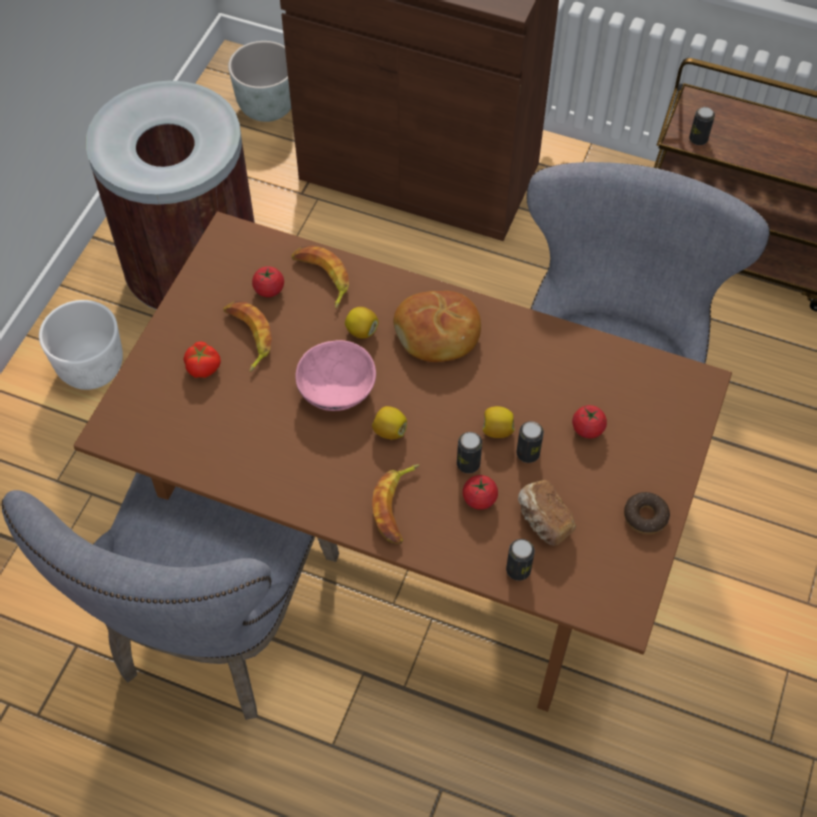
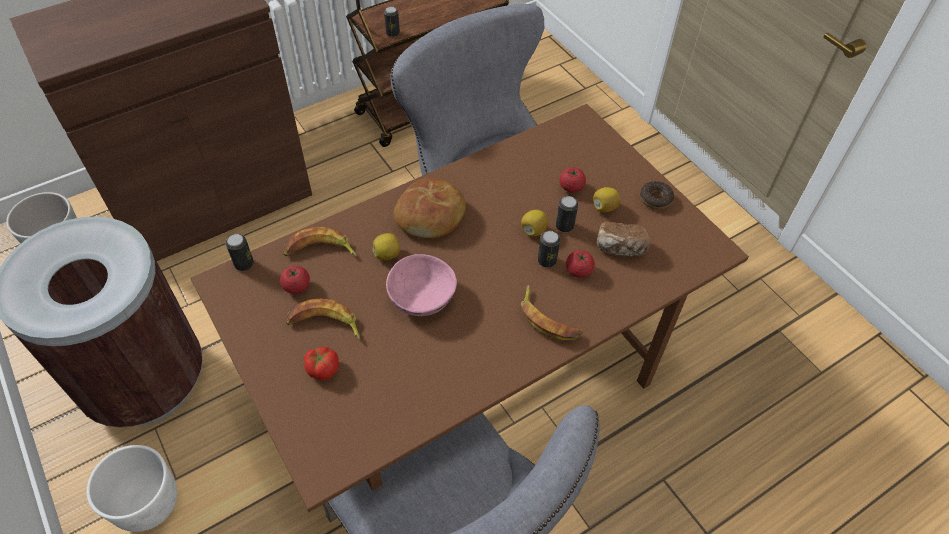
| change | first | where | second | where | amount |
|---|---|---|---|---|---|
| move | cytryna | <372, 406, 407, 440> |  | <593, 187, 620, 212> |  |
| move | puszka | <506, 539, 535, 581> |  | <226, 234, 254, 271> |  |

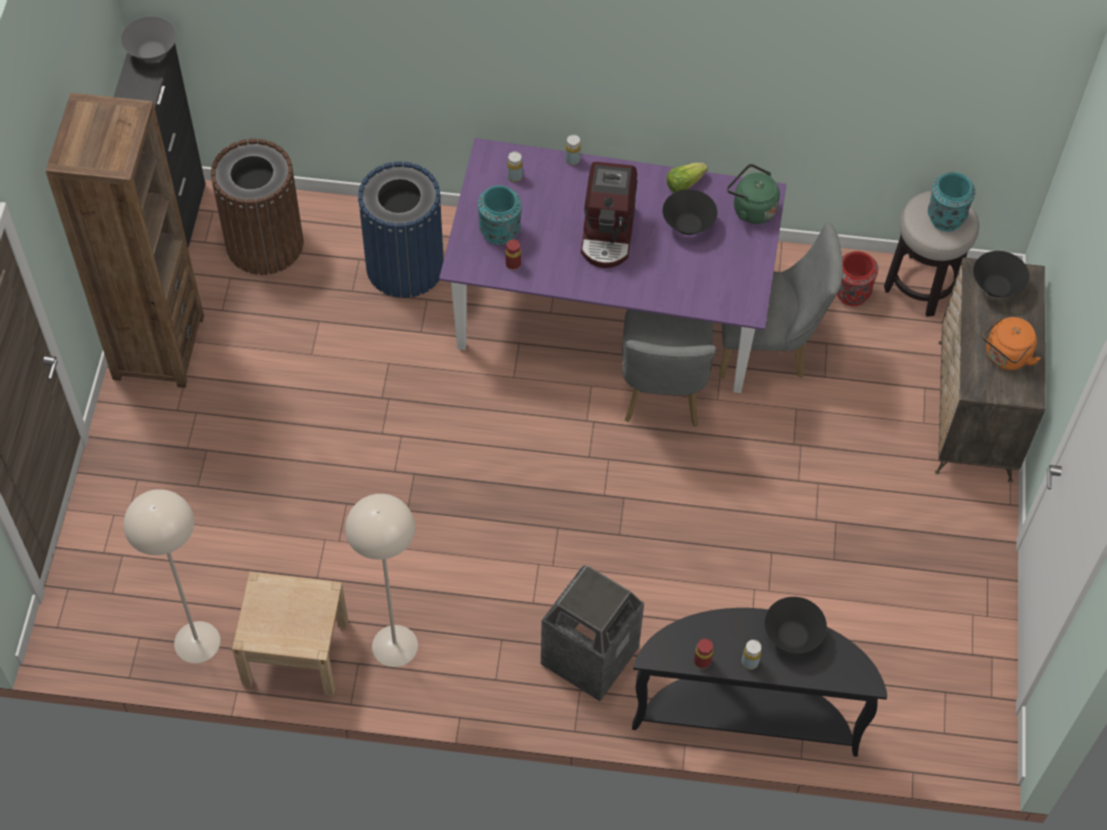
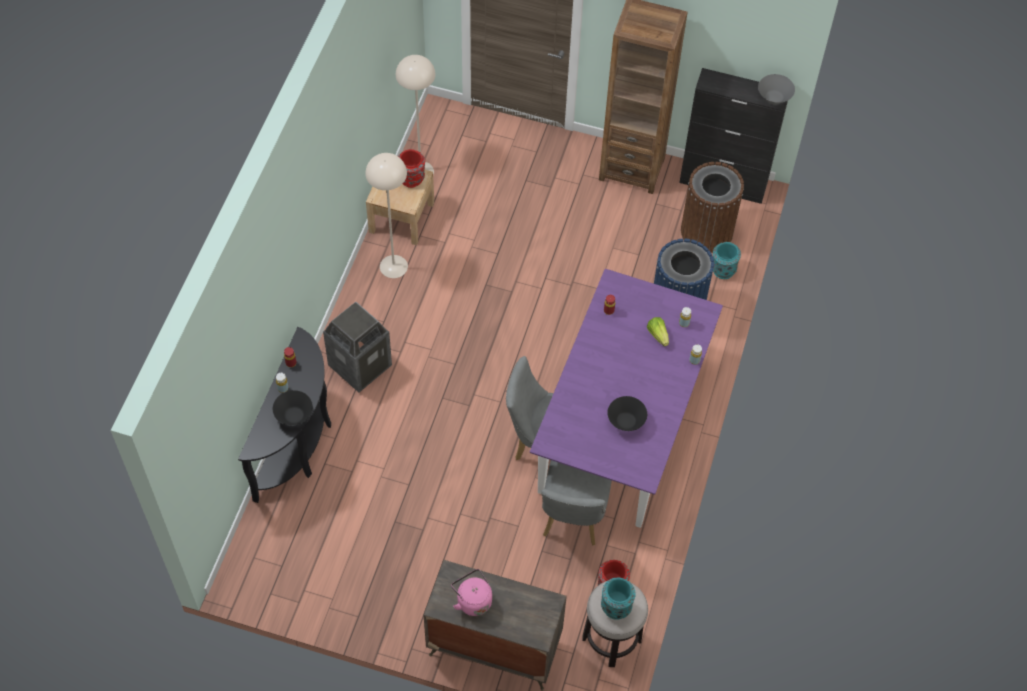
| change | first | where | second | where | amount |
|---|---|---|---|---|---|
| delete | ekspres do kawy | <581, 162, 637, 268> |  |  |  |
| delete | czajnik [zielony] | <727, 164, 780, 224> |  |  |  |
| delete | miska [czarny] | <973, 251, 1029, 298> |  |  |  |
| insert |  |  | wazon [czerwony] | <398, 149, 425, 188> |  |
| move | wazon [turkusowy] | <478, 185, 522, 245> |  | <713, 242, 741, 279> |  |
| move | sałata | <667, 163, 708, 193> |  | <647, 317, 669, 346> |  |
| recolor | czajnik [pomarańczowy] | <982, 317, 1041, 370> | czajnik [różowy] | <451, 569, 492, 616> |  |

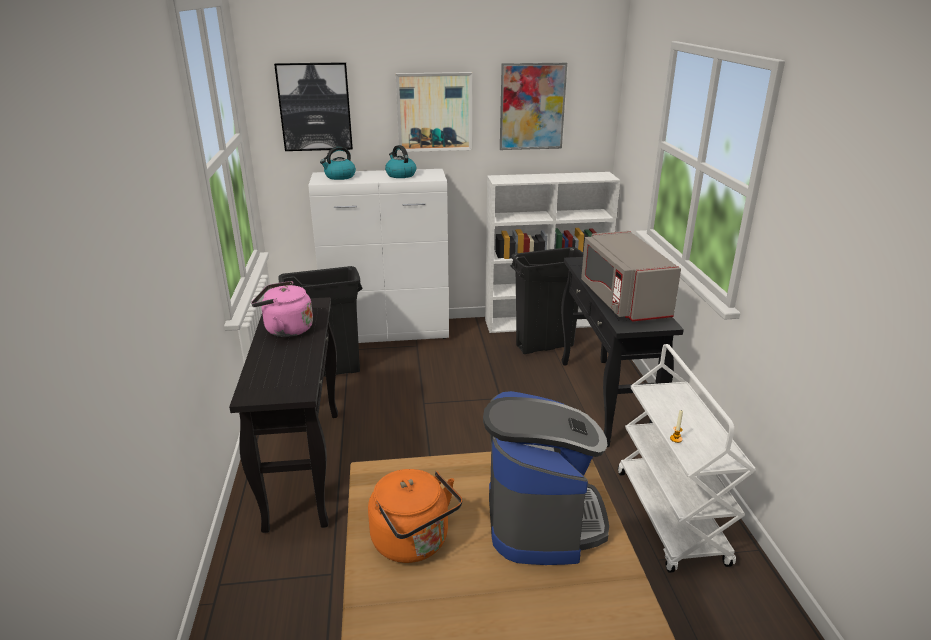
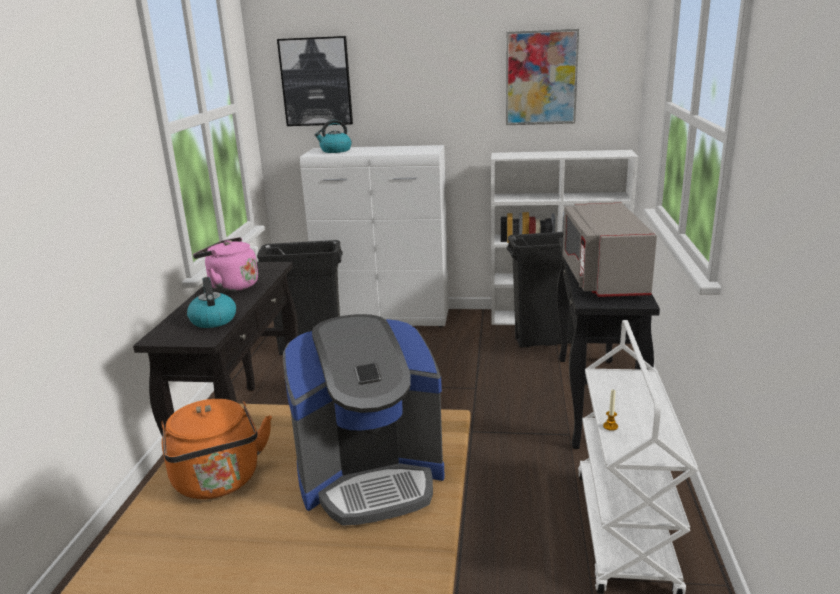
| change | first | where | second | where | amount |
|---|---|---|---|---|---|
| delete | obraz | <395, 72, 472, 152> |  |  |  |
| move | czajnik | <385, 145, 416, 178> |  | <187, 277, 236, 328> |  |
| rotate | ekspres do kawy | <483, 391, 609, 565> |  | <283, 314, 445, 526> | 60 degrees clockwise |

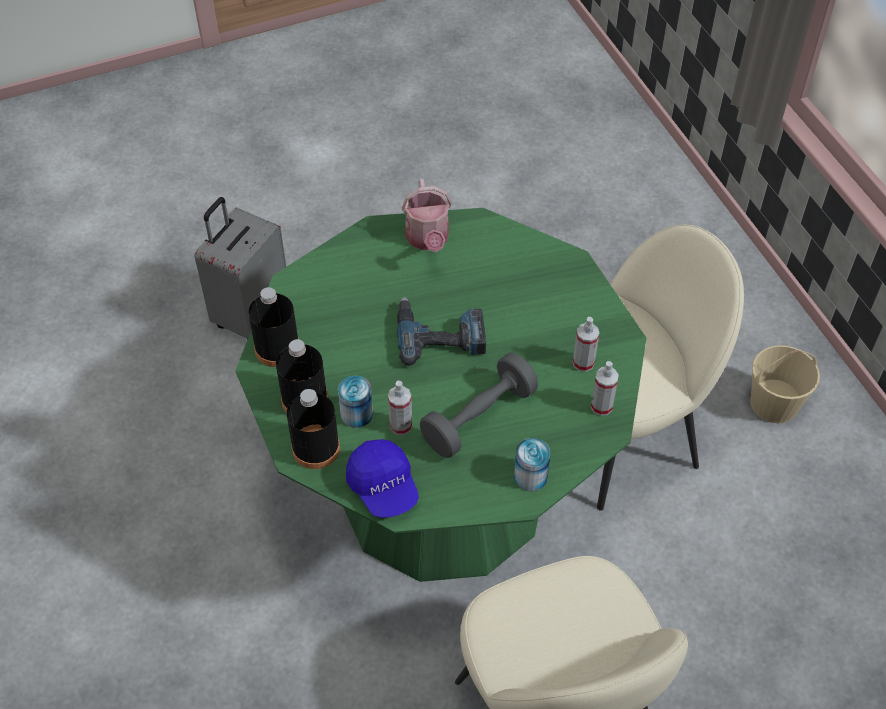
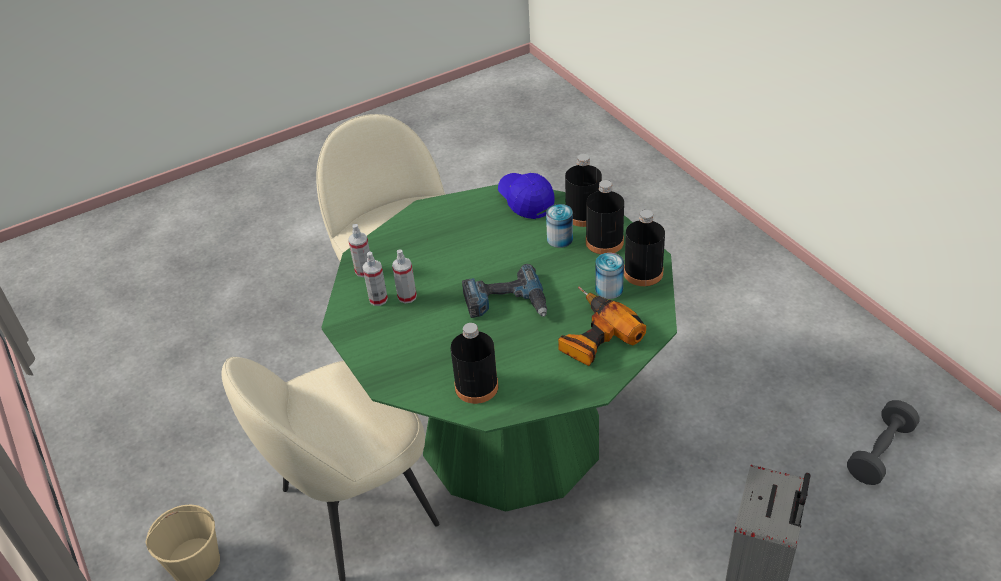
| change | first | where | second | where | amount |
|---|---|---|---|---|---|
| delete | konewka | <402, 179, 452, 252> |  |  |  |
| insert |  |  | butelka [czarny] | <450, 323, 498, 404> |  |
| insert |  |  | wiertarka | <558, 286, 646, 366> |  |
| move | spryskiwacz | <388, 381, 412, 435> |  | <392, 249, 417, 304> |  |
| move | hantel [szary] | <420, 353, 538, 458> |  | <847, 400, 920, 485> |  |
| move | puszka | <514, 438, 551, 491> |  | <595, 253, 624, 299> |  |

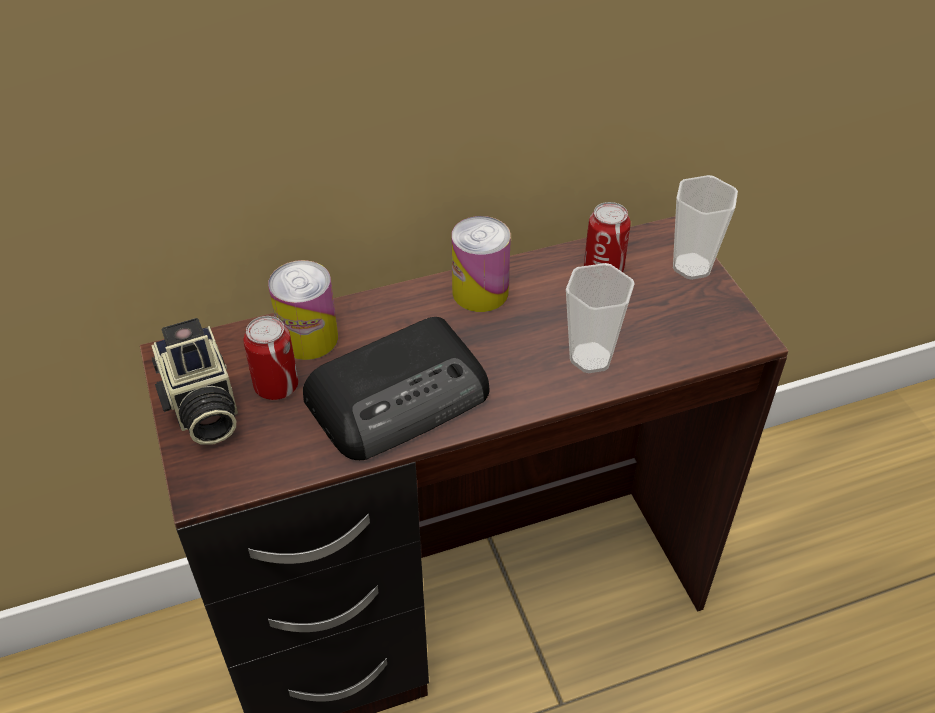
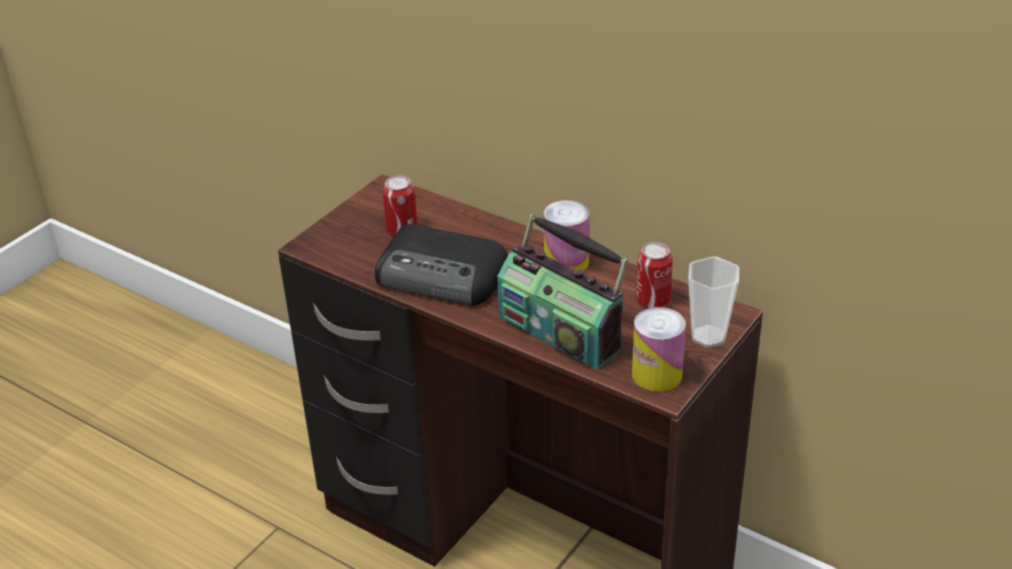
| change | first | where | second | where | amount |
|---|---|---|---|---|---|
| delete | aparat fotograficzny | <151, 318, 238, 444> |  |  |  |
| move | puszka | <268, 260, 338, 360> |  | <632, 307, 686, 392> |  |
| replace | filiżanka | <566, 263, 635, 373> | radio | <497, 214, 628, 370> |  |

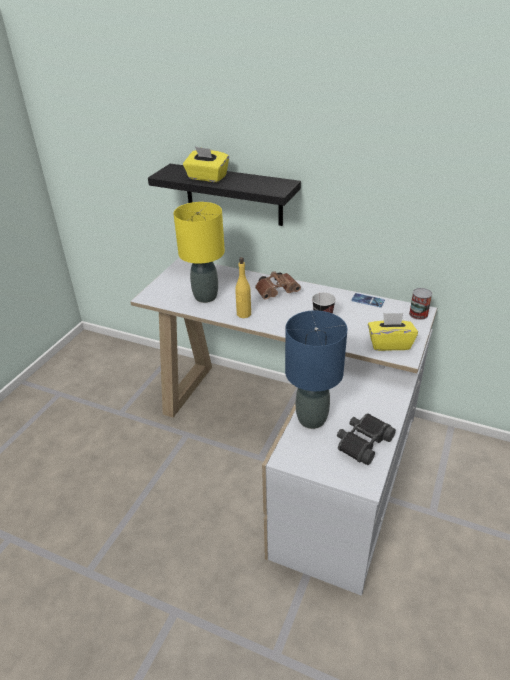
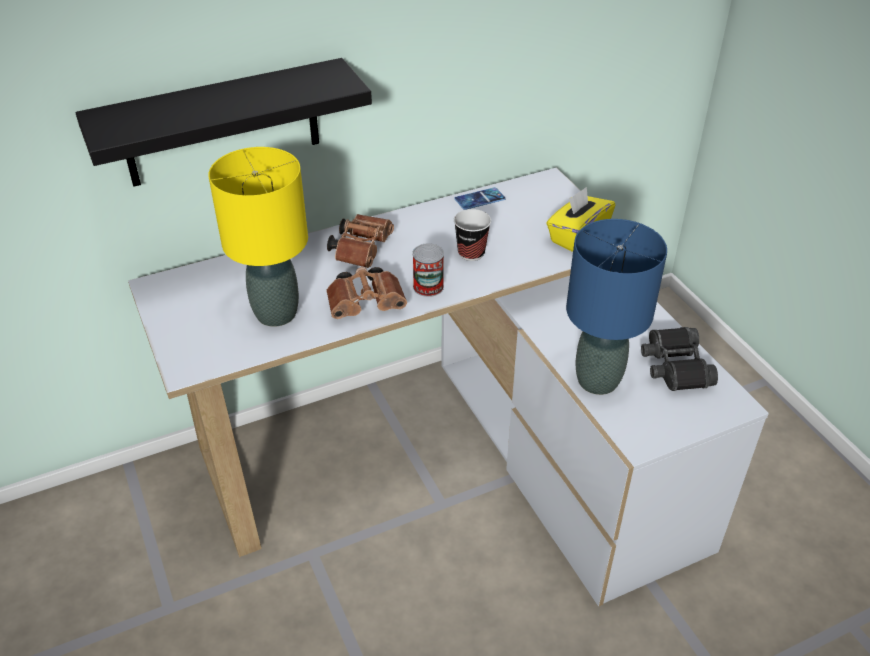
| change | first | where | second | where | amount |
|---|---|---|---|---|---|
| delete | pudełko chusteczek [żółty] | <183, 147, 229, 182> |  |  |  |
| move | puszka | <409, 288, 432, 320> |  | <412, 243, 444, 297> |  |
| replace | butelka [żółty] | <235, 257, 251, 318> | lornetka [brązowy] | <326, 267, 407, 319> |  |

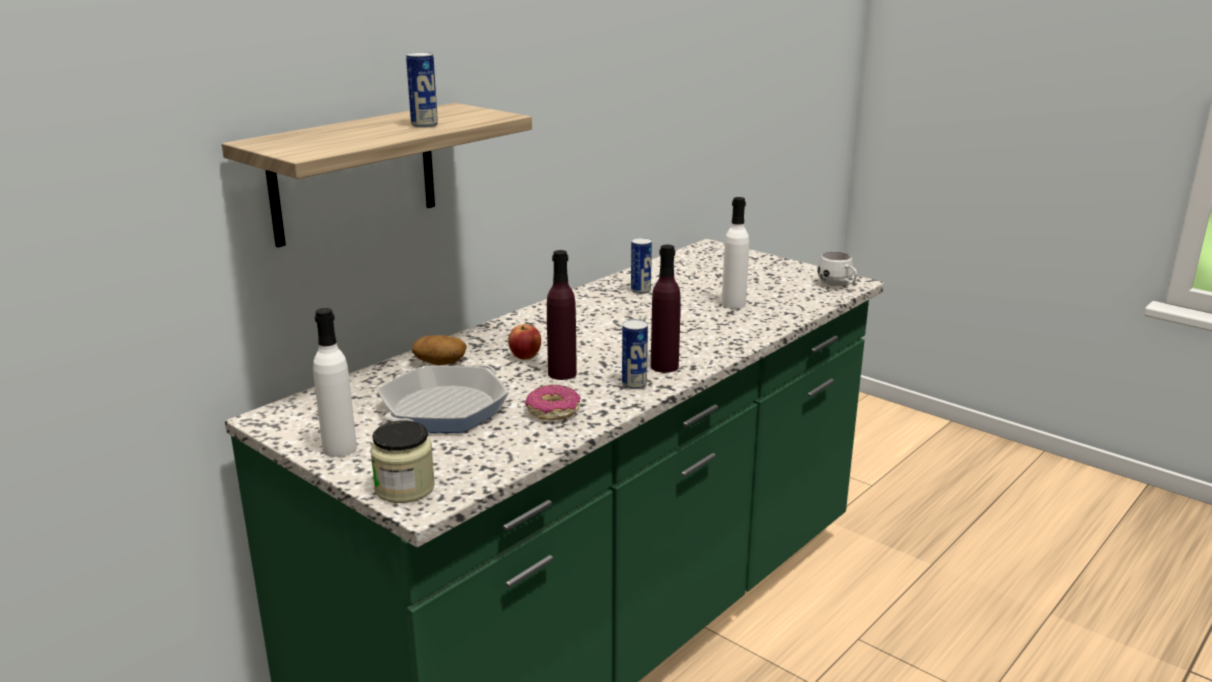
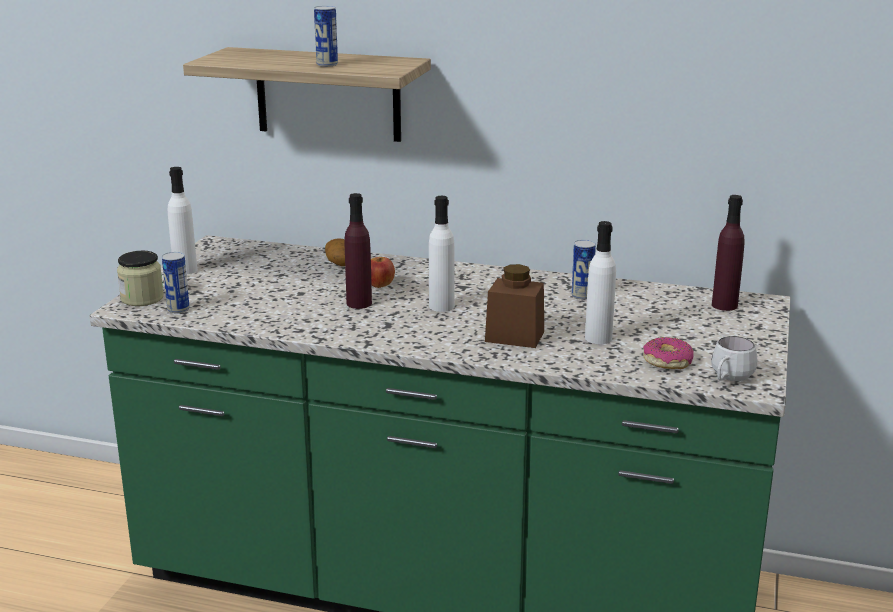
| change | first | where | second | where | amount |
|---|---|---|---|---|---|
| delete | patelnia | <378, 365, 508, 433> |  |  |  |
| insert |  |  | butelka [biały] | <429, 196, 455, 312> |  |
| insert |  |  | słoik [brązowy] | <485, 264, 544, 348> |  |
| move | donut | <525, 385, 581, 420> |  | <643, 337, 694, 369> |  |
| move | puszka | <622, 319, 648, 389> |  | <162, 252, 190, 313> |  |
| move | butelka [fioletowy] | <651, 245, 681, 373> |  | <712, 195, 745, 311> |  |

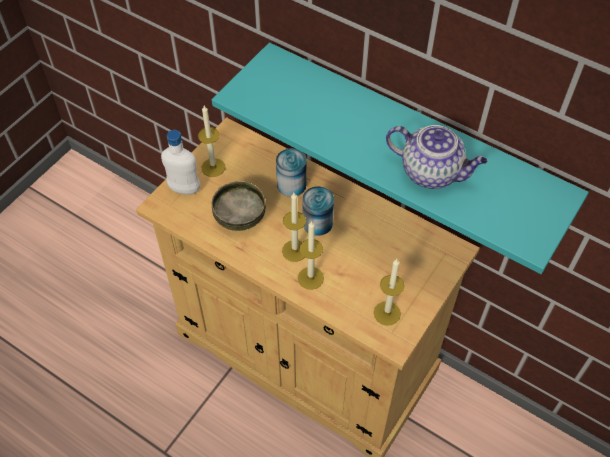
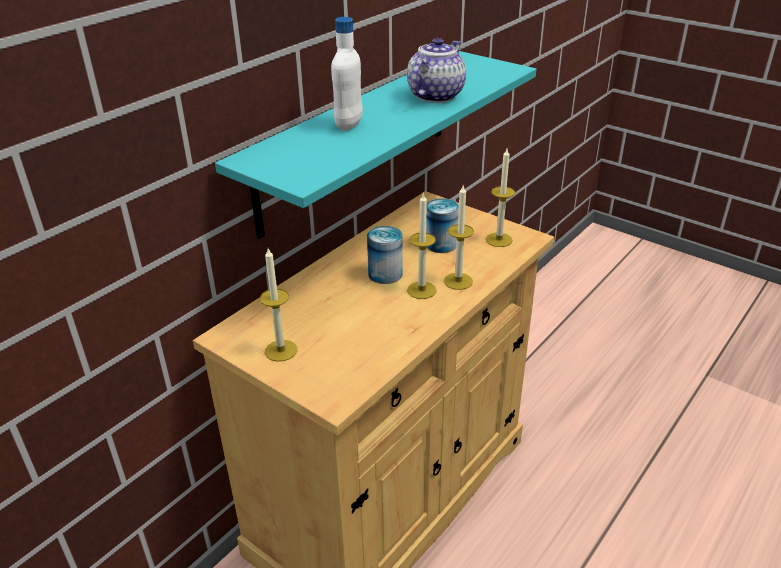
| change | first | where | second | where | amount |
|---|---|---|---|---|---|
| delete | miska | <212, 181, 266, 231> |  |  |  |
| move | butelka [biały] | <161, 130, 200, 195> |  | <331, 17, 363, 131> |  |
| move | puszka | <276, 148, 307, 197> |  | <426, 198, 459, 253> |  |

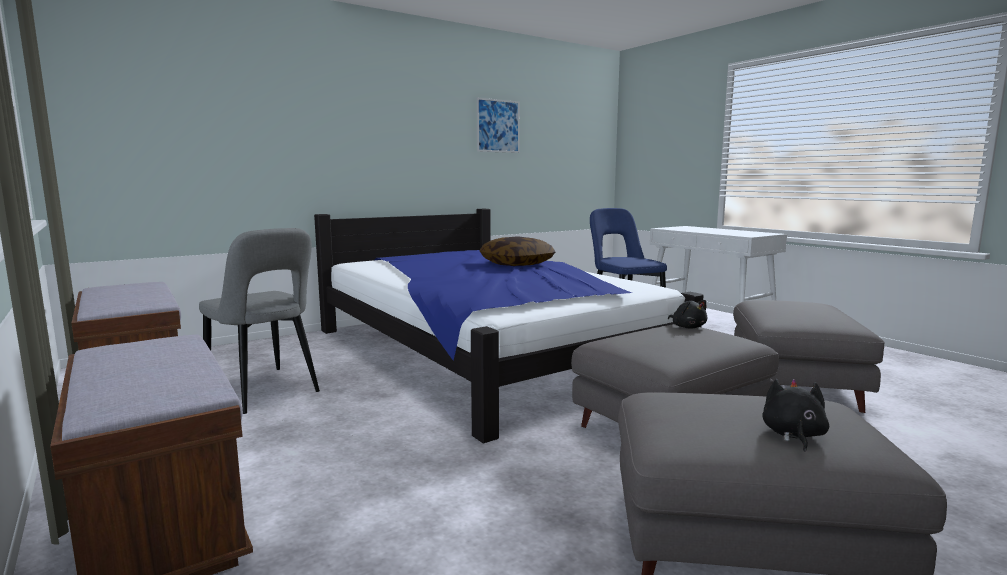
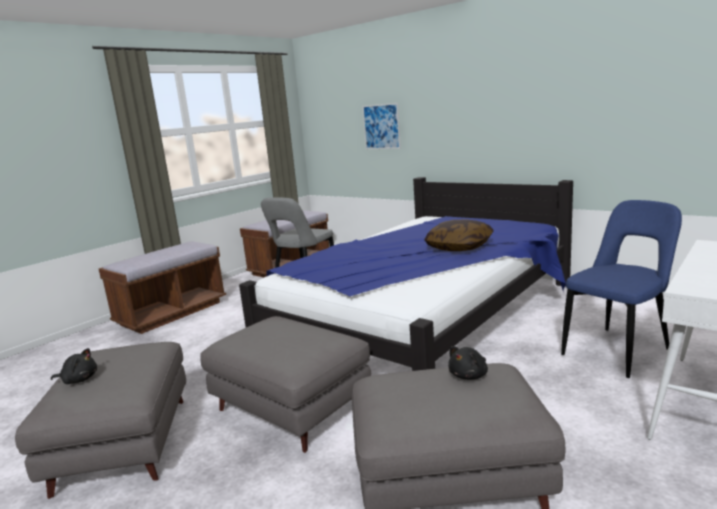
| change | first | where | second | where | amount |
|---|---|---|---|---|---|
| move | obraz | <477, 98, 520, 153> |  | <362, 103, 401, 149> |  |
| move | pluszak [czarny] | <668, 300, 707, 328> |  | <448, 346, 488, 380> |  |

